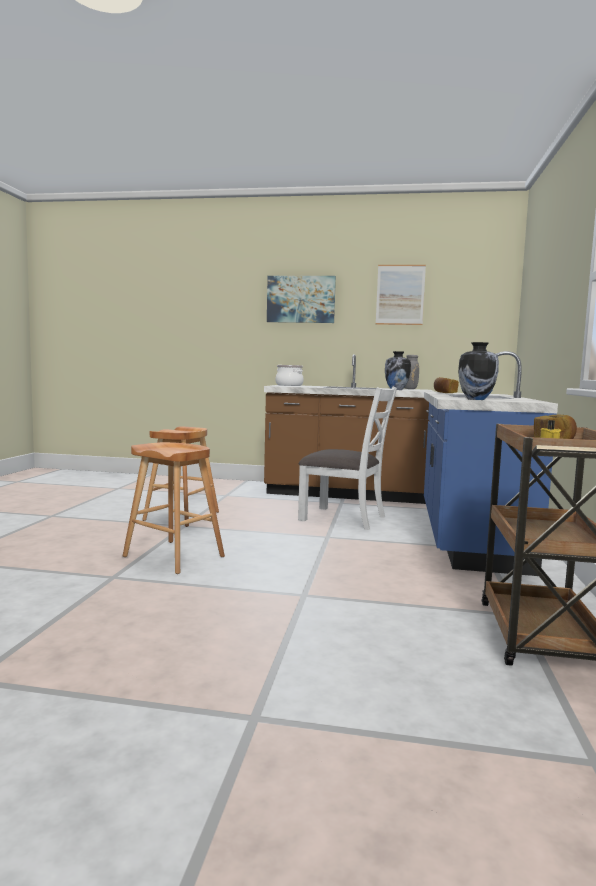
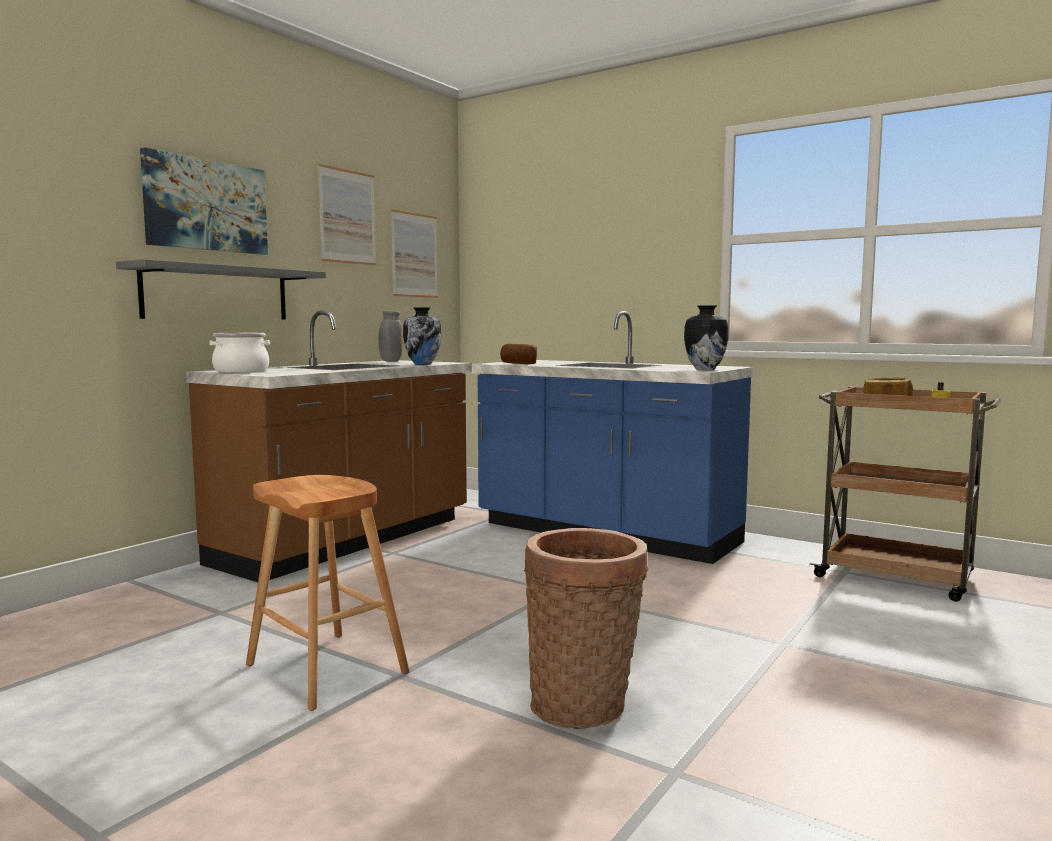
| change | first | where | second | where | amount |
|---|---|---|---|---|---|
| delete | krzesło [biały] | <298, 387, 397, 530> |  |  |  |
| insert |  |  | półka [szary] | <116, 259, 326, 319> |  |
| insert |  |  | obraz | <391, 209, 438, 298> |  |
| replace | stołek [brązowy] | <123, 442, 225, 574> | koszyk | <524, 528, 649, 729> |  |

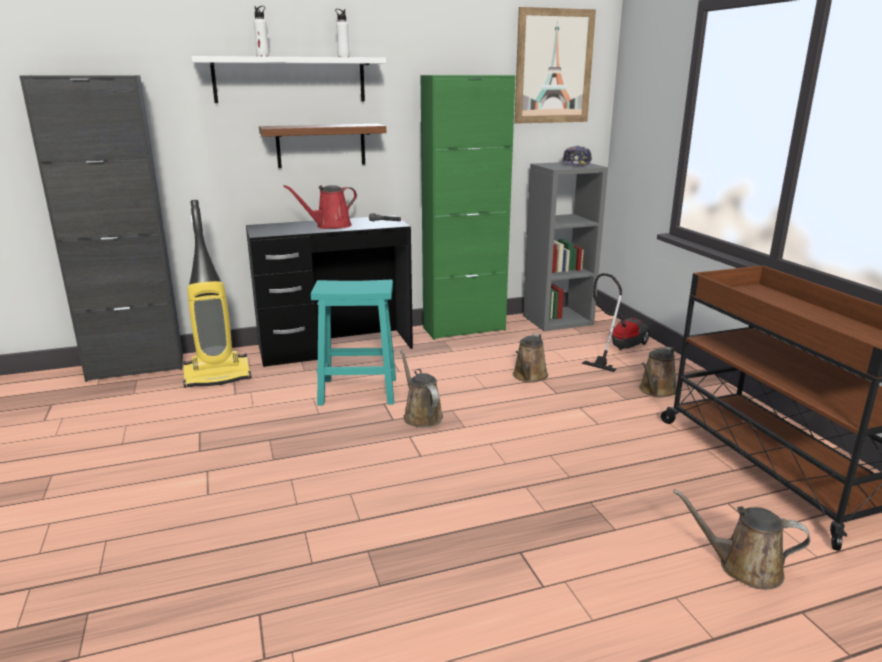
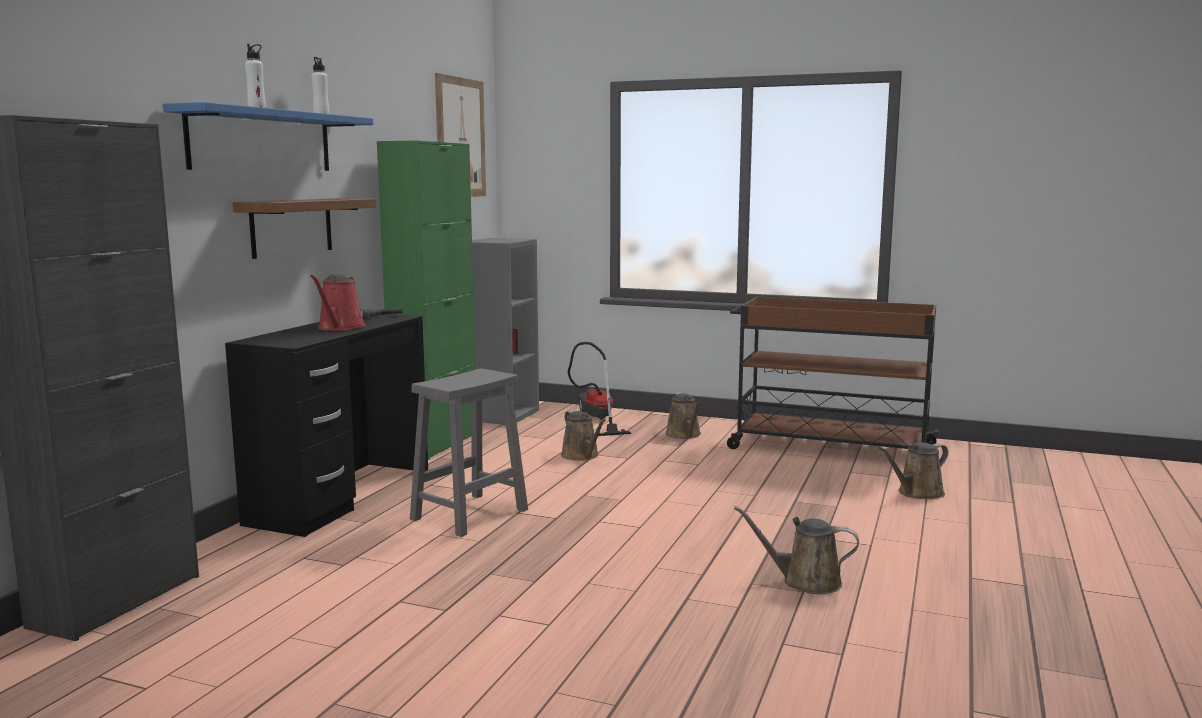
| change | first | where | second | where | amount |
|---|---|---|---|---|---|
| delete | odkurzacz | <183, 200, 252, 388> |  |  |  |
| delete | czapka z daszkiem | <562, 146, 592, 166> |  |  |  |
| move | konewka [brązowy] | <400, 350, 443, 427> |  | <734, 506, 859, 594> |  |
| recolor | półka [biały] | <192, 56, 386, 103> | półka [niebieski] | <163, 102, 373, 171> |  |
| recolor | stołek [turkusowy] | <311, 280, 396, 405> | stołek [szary] | <410, 368, 528, 537> |  |

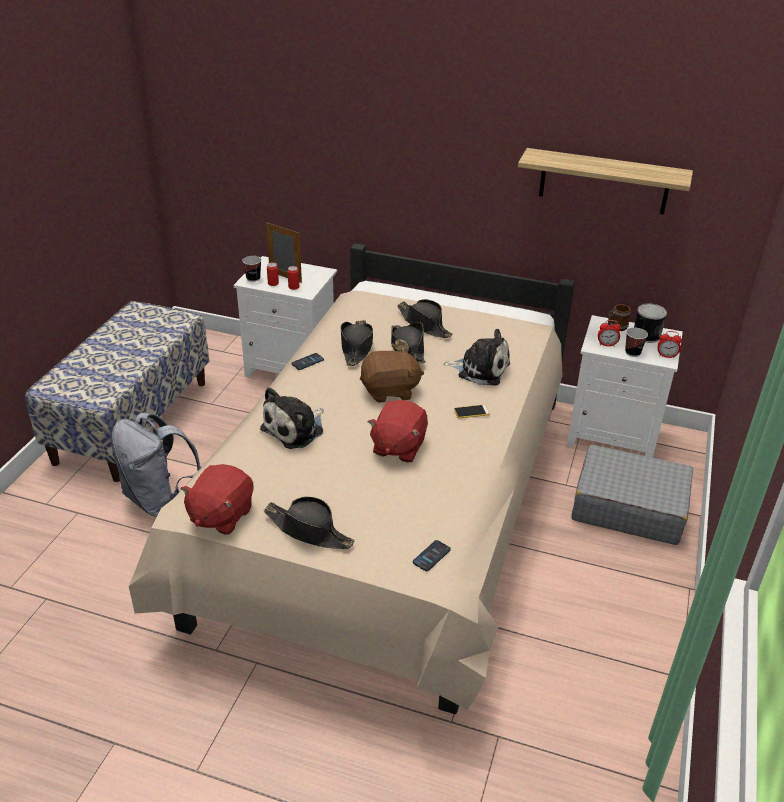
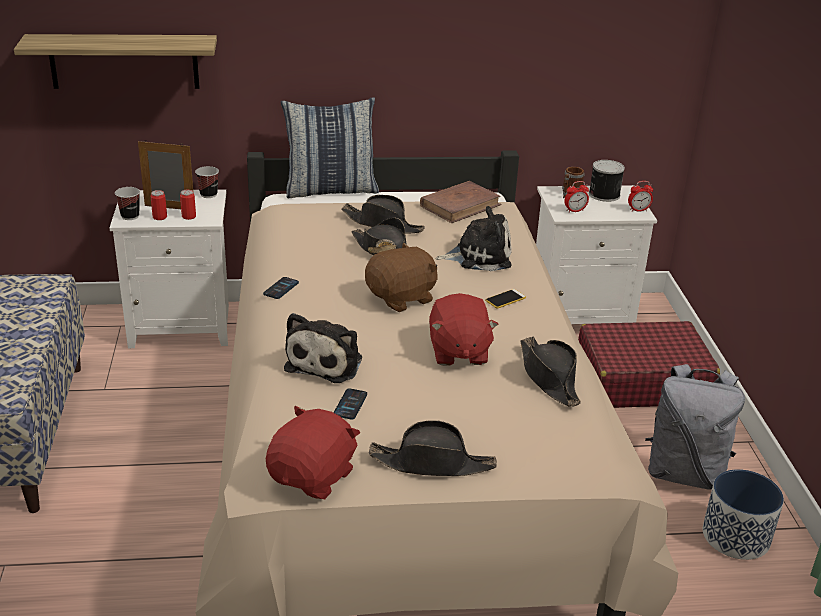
| change | first | where | second | where | amount |
|---|---|---|---|---|---|
| insert |  |  | poduszka | <281, 98, 379, 198> |  |
| insert |  |  | książka [brązowy] | <420, 181, 501, 223> |  |
| insert |  |  | donica | <703, 469, 784, 560> |  |
| move | plecak [szary] | <111, 413, 201, 517> |  | <645, 364, 745, 490> |  |
| move | kapelusz [czarny] | <341, 320, 373, 366> |  | <520, 337, 581, 407> |  |
| move | telefon | <413, 540, 451, 571> |  | <333, 388, 367, 420> |  |
| move | półka | <518, 148, 693, 214> |  | <14, 34, 217, 89> |  |
| move | filiżanka | <625, 328, 648, 357> |  | <195, 166, 219, 198> |  |
| recolor | walizka [szary] | <571, 445, 693, 545> | walizka [czerwony] | <578, 321, 720, 408> |  |
| rotate | pluszak [czerwony] | <180, 464, 253, 535> |  | <266, 406, 360, 499> | 150 degrees counterclockwise |

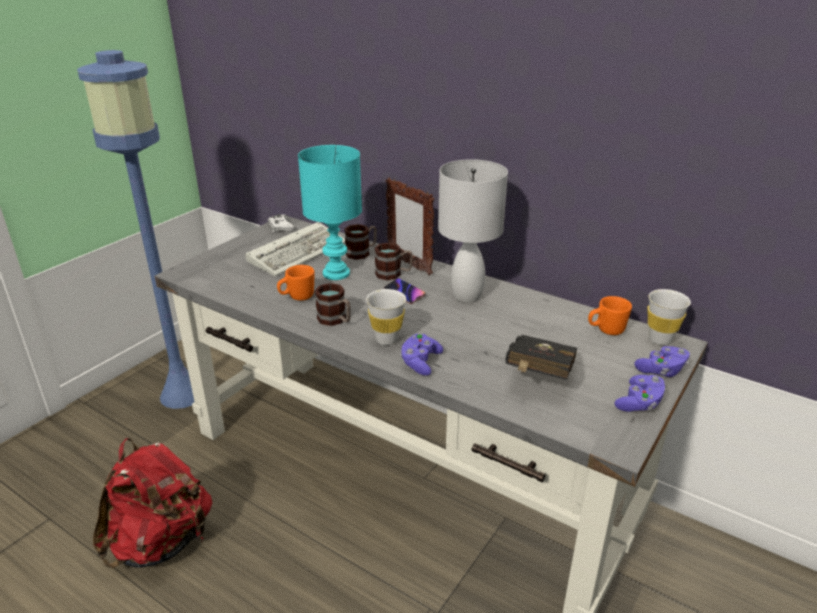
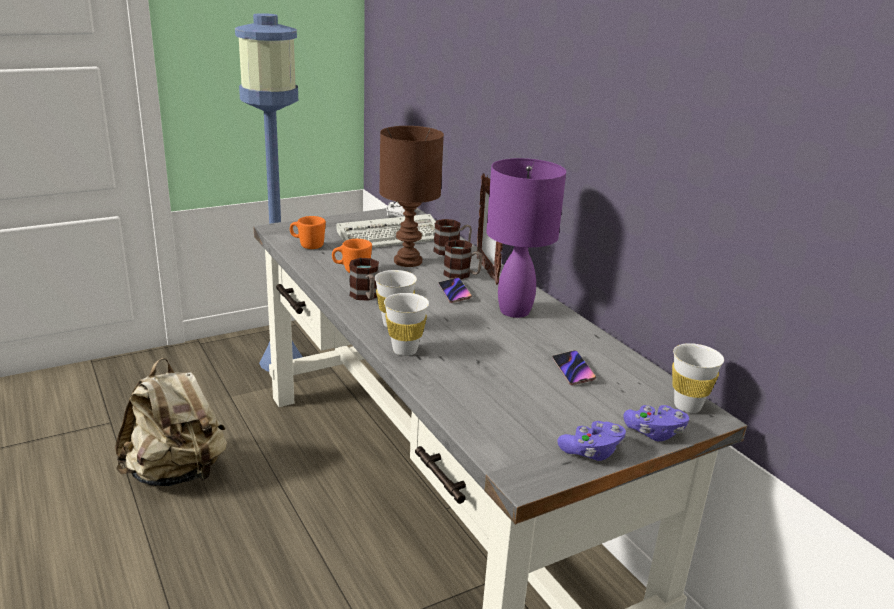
| change | first | where | second | where | amount |
|---|---|---|---|---|---|
| delete | książka [czarny] | <505, 335, 577, 380> |  |  |  |
| insert |  |  | telefon | <552, 350, 596, 386> |  |
| move | kubek [pomarańczowy] | <588, 296, 632, 335> |  | <290, 216, 326, 249> |  |
| replace | pad do gier [fioletowy] | <400, 333, 443, 376> | filiżanka [biały] | <384, 293, 429, 356> |  |
| recolor | plecak [czerwony] | <93, 438, 212, 568> | plecak [beżowy] | <115, 358, 227, 486> |  |
| recolor | lampa stołowa [turkusowy] | <298, 145, 362, 280> | lampa stołowa [brązowy] | <379, 126, 444, 267> |  |
| recolor | lampa stołowa [biały] | <438, 159, 508, 303> | lampa stołowa [fioletowy] | <486, 158, 566, 318> |  |

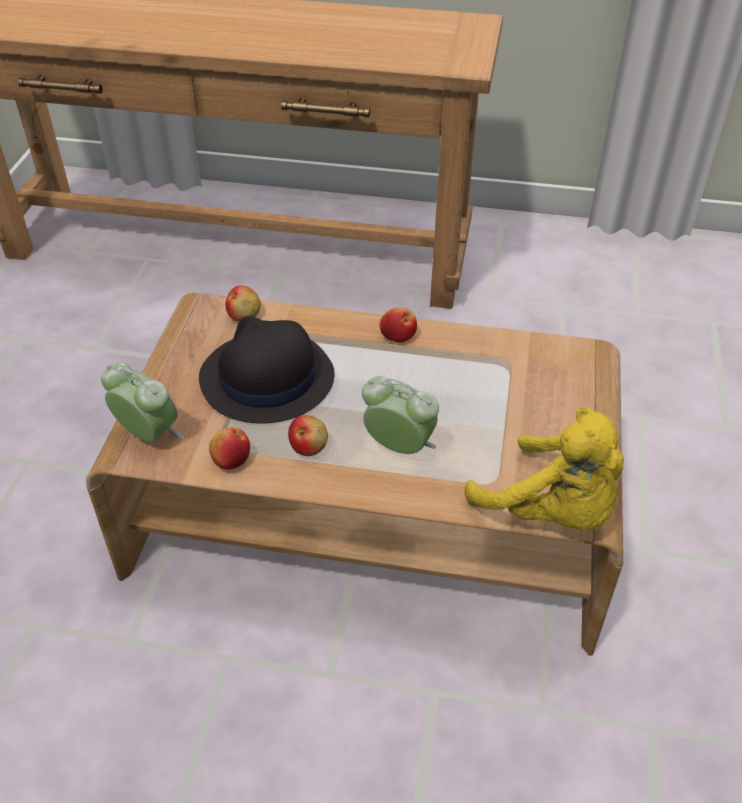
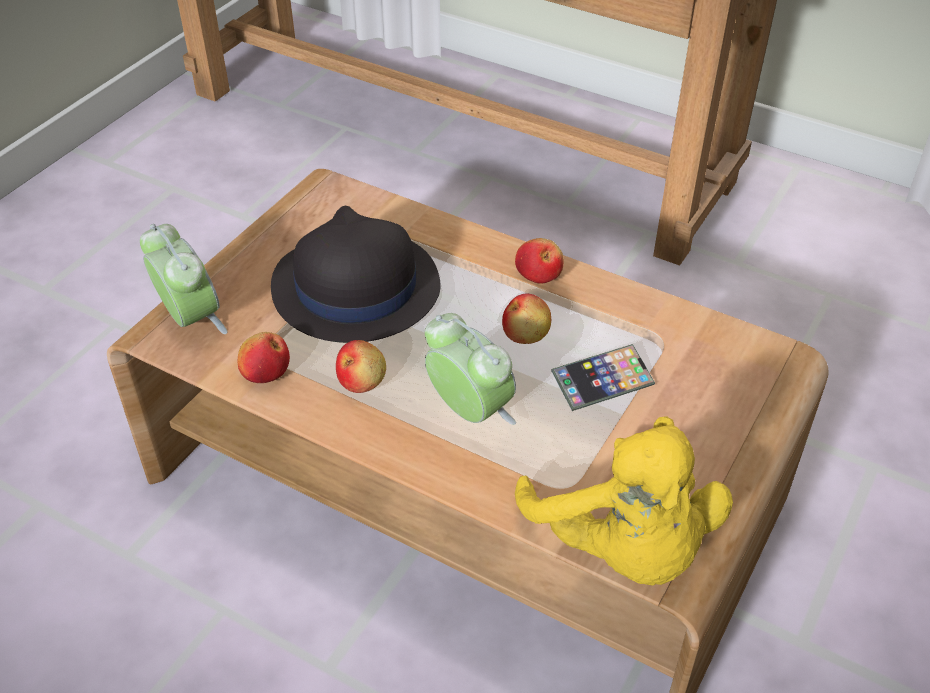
| change | first | where | second | where | amount |
|---|---|---|---|---|---|
| insert |  |  | telefon | <551, 344, 655, 411> |  |
| move | jabłko | <226, 285, 260, 321> |  | <502, 293, 551, 344> |  |

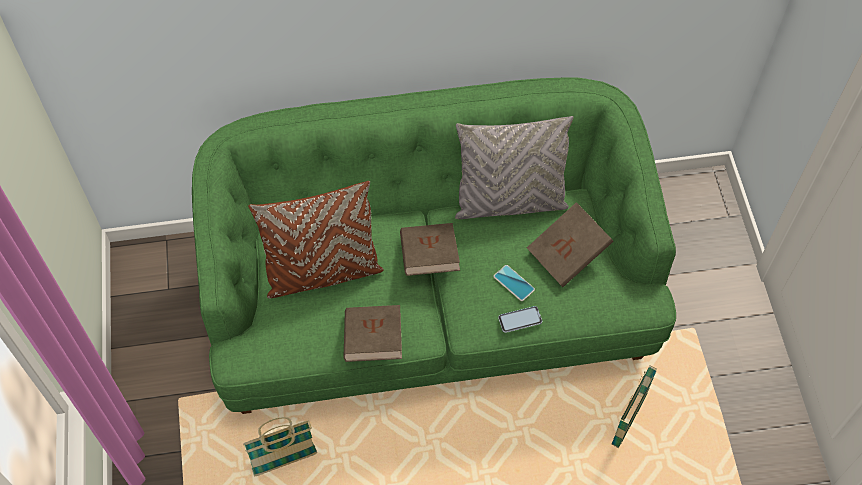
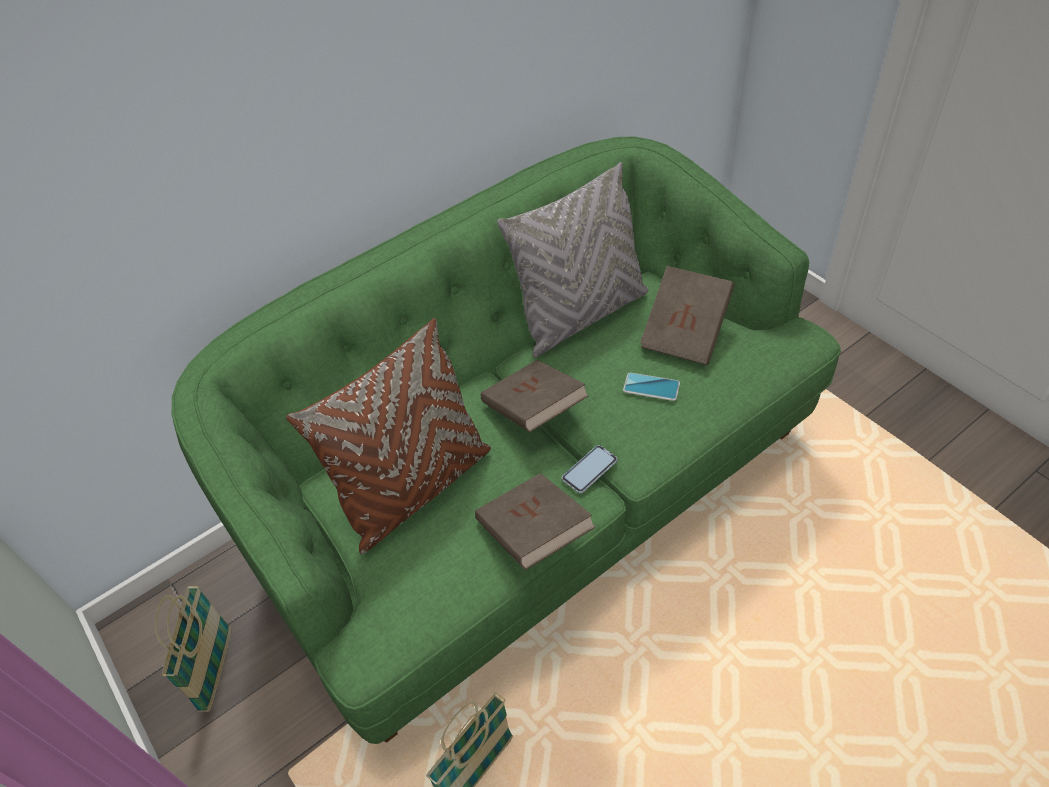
| change | first | where | second | where | amount |
|---|---|---|---|---|---|
| move | telefon | <498, 306, 542, 333> |  | <562, 445, 617, 493> |  |
| move | koszyk | <611, 366, 657, 448> |  | <155, 586, 231, 712> |  |

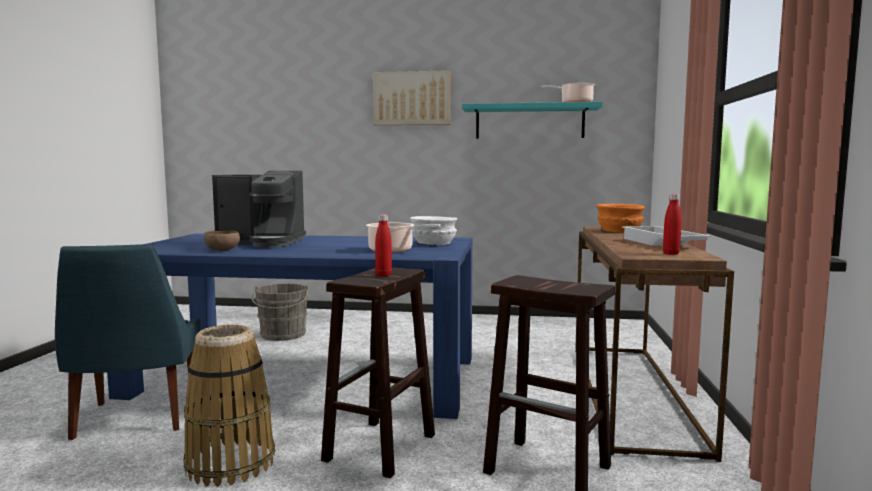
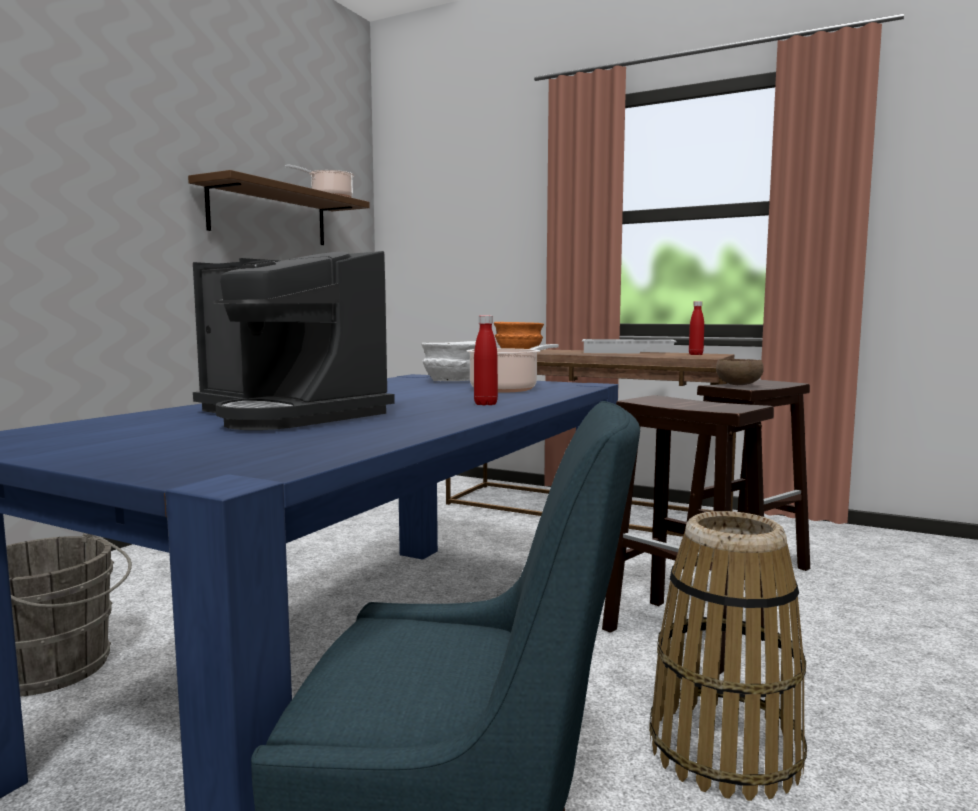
| change | first | where | second | where | amount |
|---|---|---|---|---|---|
| delete | obraz | <373, 70, 451, 125> |  |  |  |
| move | miska [brązowy] | <204, 231, 240, 251> |  | <716, 359, 764, 385> |  |
| move | butelka [czerwony] | <375, 215, 392, 276> |  | <474, 315, 498, 405> |  |
| recolor | półka [turkusowy] | <462, 102, 603, 139> | półka [brązowy] | <188, 170, 370, 245> |  |
| rotate | ekspres do kawy | <212, 171, 306, 247> |  | <193, 251, 395, 430> | 105 degrees clockwise |

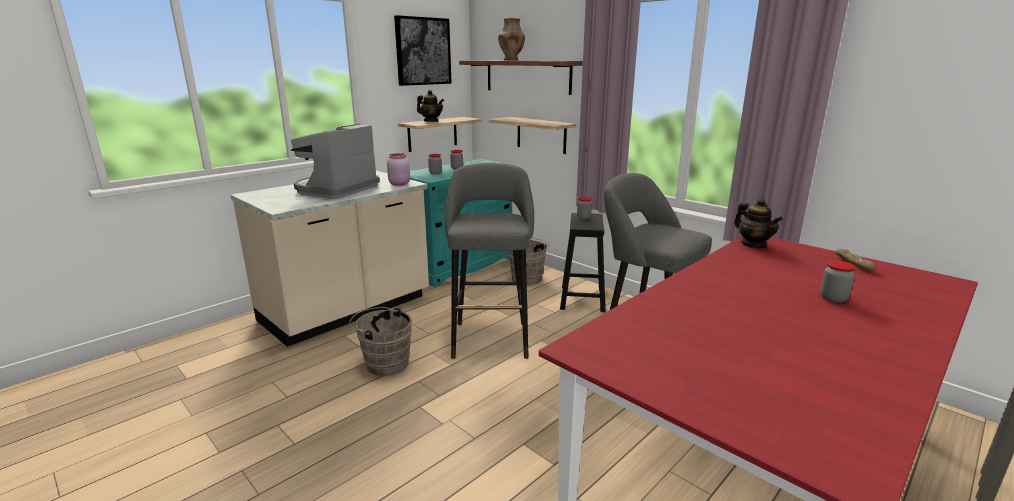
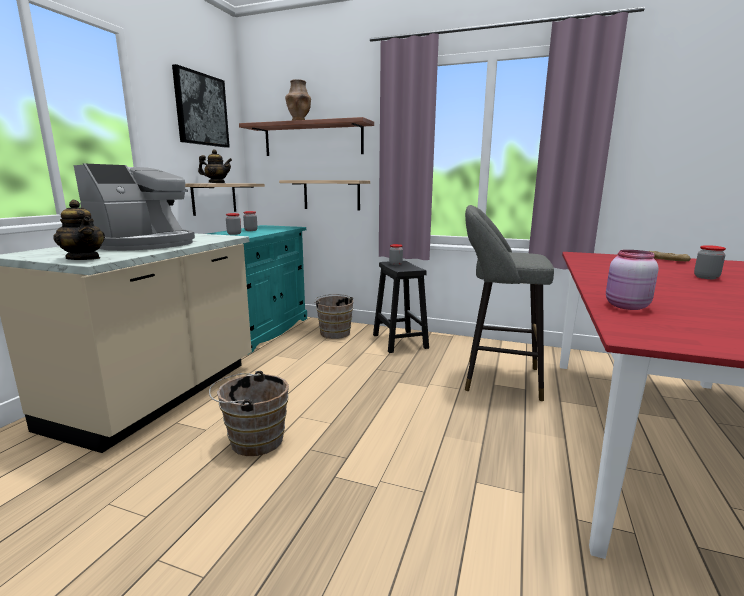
| change | first | where | second | where | amount |
|---|---|---|---|---|---|
| delete | stołek [szary] | <445, 163, 534, 359> |  |  |  |
| move | słoik [różowy] | <387, 153, 410, 186> |  | <606, 250, 659, 310> |  |
| move | imbryk | <734, 198, 783, 248> |  | <53, 200, 105, 260> |  |
| rotate | ekspres do kawy | <291, 124, 380, 199> |  | <74, 163, 195, 251> | 150 degrees counterclockwise |

